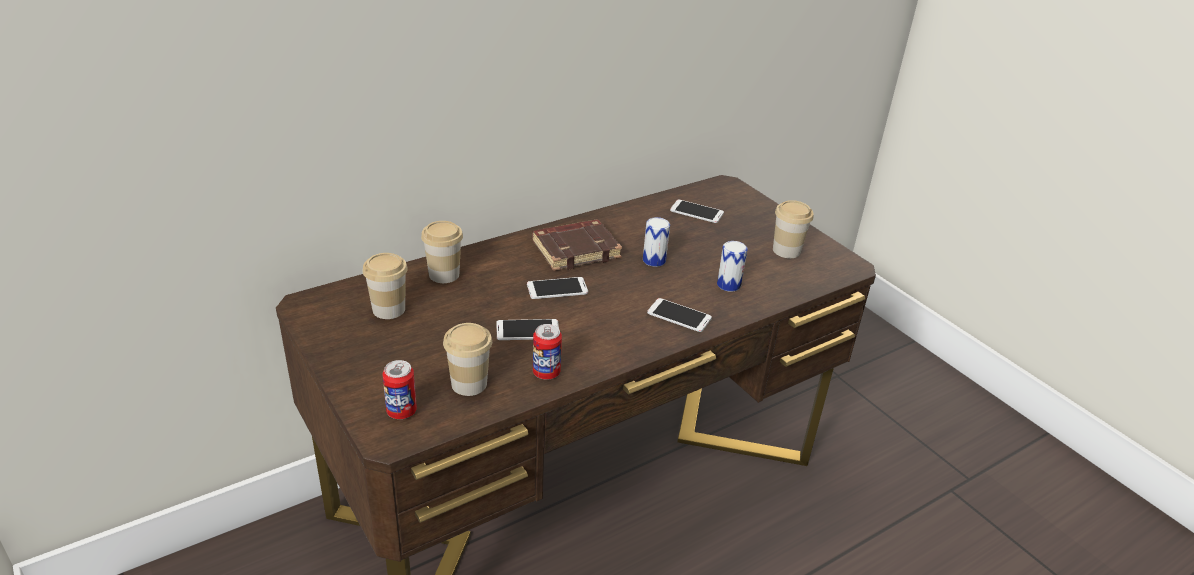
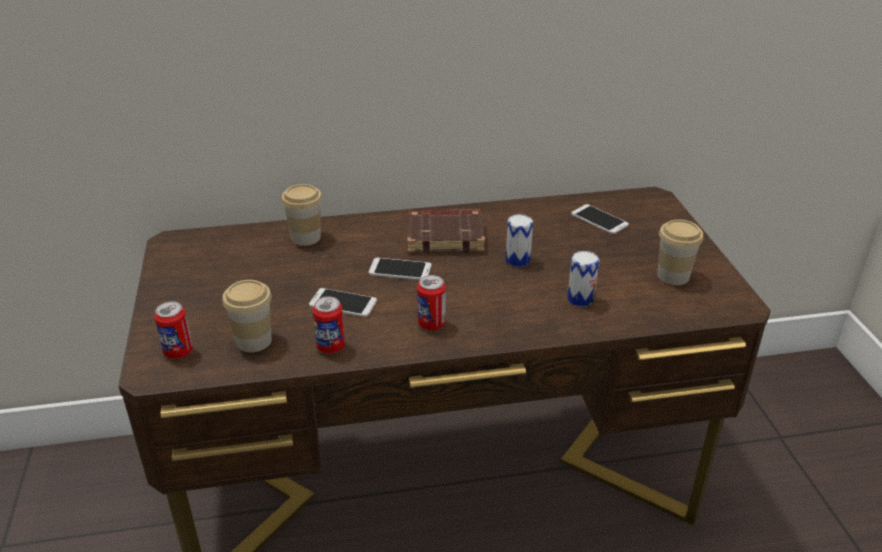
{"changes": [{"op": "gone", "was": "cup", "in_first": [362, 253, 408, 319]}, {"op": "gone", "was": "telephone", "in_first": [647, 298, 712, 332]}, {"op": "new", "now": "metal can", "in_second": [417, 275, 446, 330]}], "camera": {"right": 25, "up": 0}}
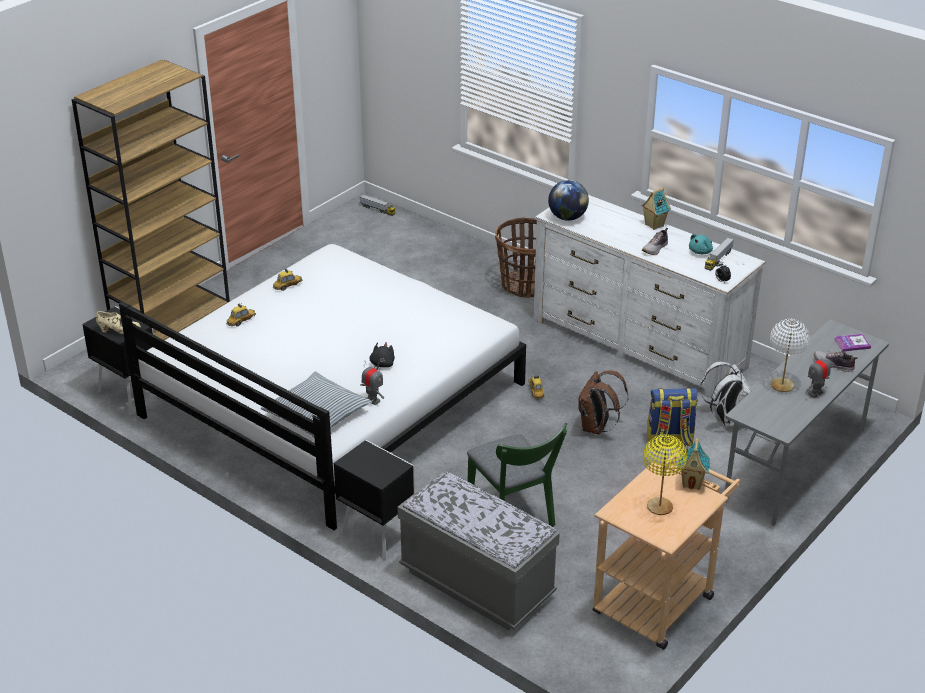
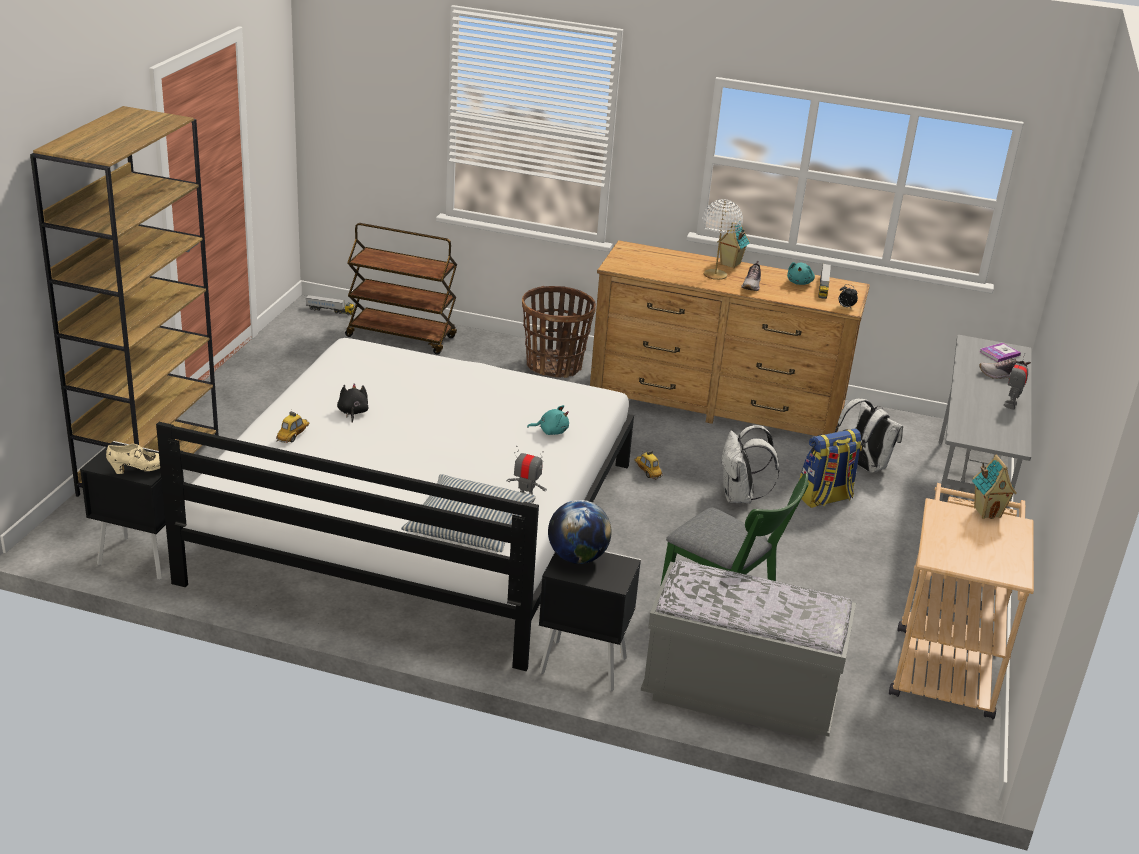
{"changes": [{"op": "shifted", "was": "desk globe", "in_first": [548, 180, 589, 221], "in_second": [548, 500, 611, 564]}, {"op": "repainted", "was": "white-coloured drawer chest", "now": "brown drawer chest", "in_first": [533, 195, 766, 399], "in_second": [590, 240, 870, 436]}, {"op": "gone", "was": "toy car", "in_first": [273, 269, 302, 291]}, {"op": "shifted", "was": "white-coloured table lamp", "in_first": [770, 319, 810, 392], "in_second": [703, 199, 743, 280]}, {"op": "shifted", "was": "blackish cuddly toy", "in_first": [369, 342, 395, 370], "in_second": [337, 383, 369, 423]}, {"op": "repainted", "was": "brown rucksack", "now": "white-coloured rucksack", "in_first": [578, 371, 628, 435], "in_second": [721, 425, 780, 503]}, {"op": "gone", "was": "yellowish table lamp", "in_first": [643, 434, 687, 515]}, {"op": "new", "now": "brown trolley", "in_second": [345, 223, 457, 354]}, {"op": "new", "now": "blue-green cuddly toy", "in_second": [527, 405, 569, 435]}], "camera": {"right": -25, "up": -5}}
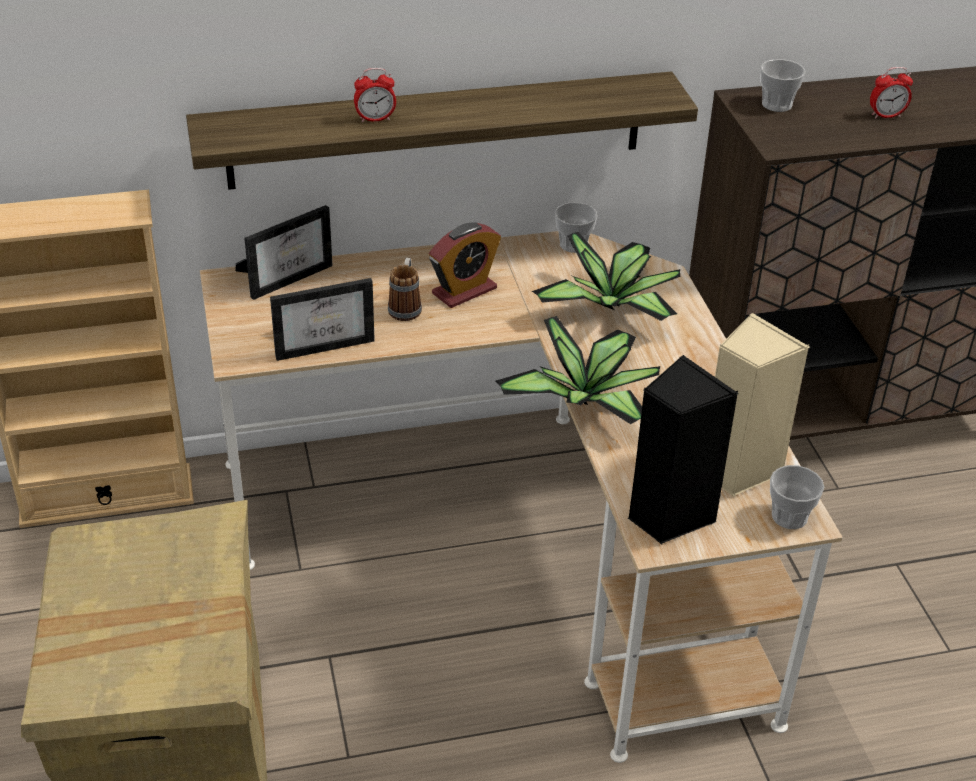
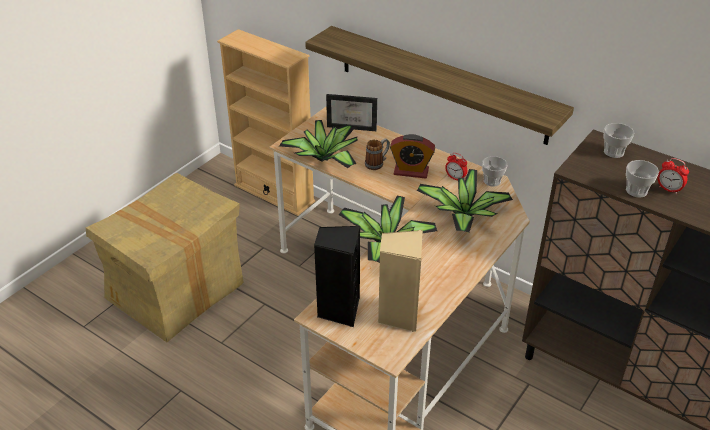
{"changes": [{"op": "shifted", "was": "alarm clock", "in_first": [354, 68, 396, 123], "in_second": [445, 153, 467, 180]}, {"op": "swapped", "was": "photo frame", "now": "houseplant", "in_first": [270, 278, 375, 361], "in_second": [279, 120, 358, 168]}, {"op": "shifted", "was": "cup", "in_first": [770, 465, 824, 529], "in_second": [626, 160, 659, 197]}], "camera": {"right": 50, "up": 0}}
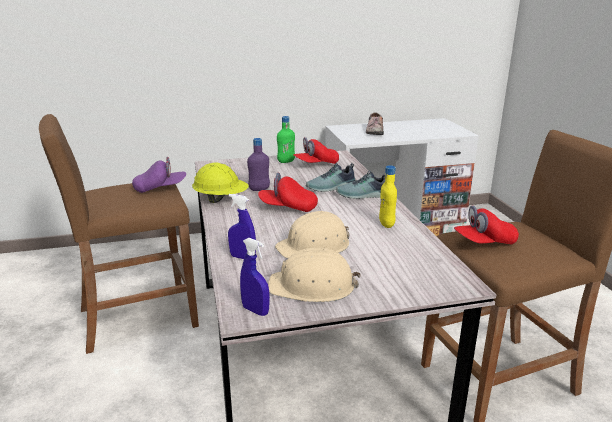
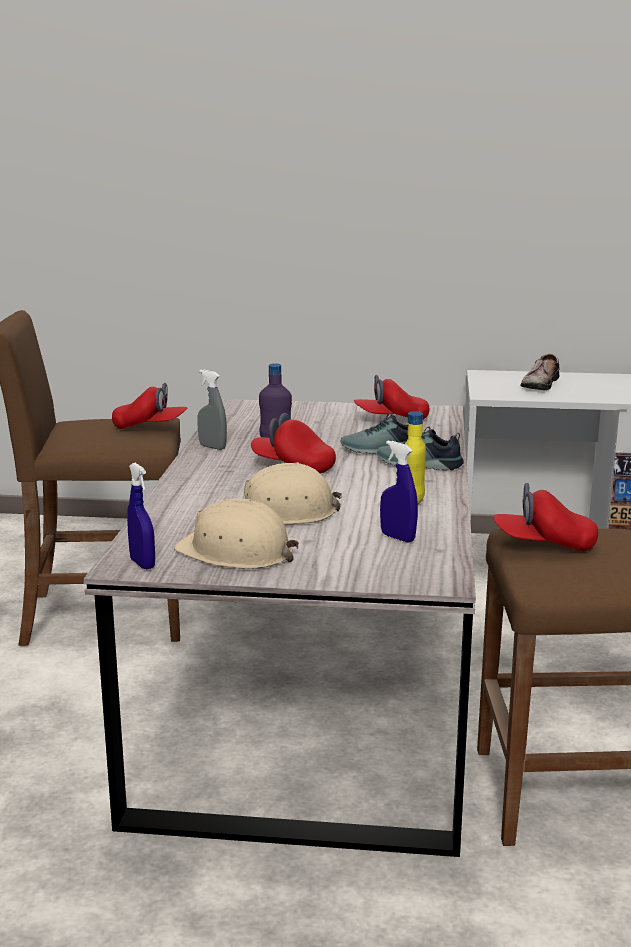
{"changes": [{"op": "gone", "was": "greenish drink bottle", "in_first": [277, 116, 295, 163]}, {"op": "repainted", "was": "purple peaked cap", "now": "red-coloured peaked cap", "in_first": [132, 157, 186, 193], "in_second": [112, 383, 187, 429]}, {"op": "swapped", "was": "yellowish safety helmet", "now": "gray sprayer", "in_first": [192, 162, 249, 203], "in_second": [198, 370, 227, 450]}, {"op": "shifted", "was": "blue-coloured sprayer", "in_first": [228, 194, 256, 259], "in_second": [380, 441, 418, 543]}], "camera": {"right": 20, "up": -5}}
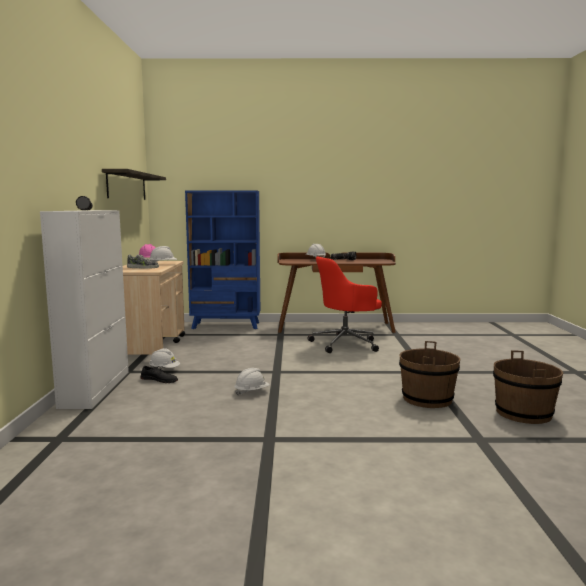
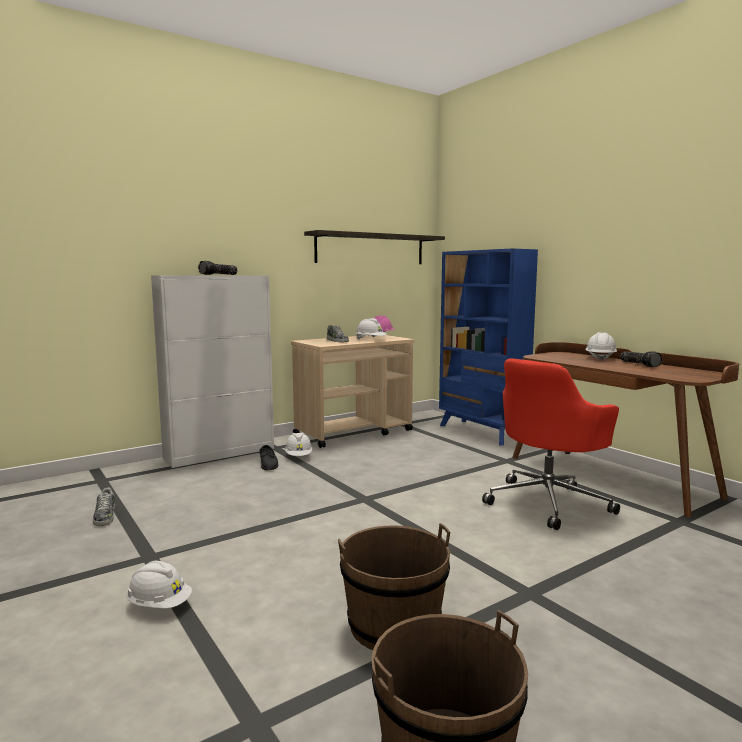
{"changes": [{"op": "rotated", "was": "red-coloured computer chair", "in_first": [308, 257, 382, 353], "in_second": [482, 358, 620, 530], "clockwise": -75}, {"op": "shifted", "was": "white-coloured safety helmet", "in_first": [234, 368, 270, 395], "in_second": [127, 561, 192, 609]}, {"op": "new", "now": "shoe", "in_second": [93, 488, 115, 526]}], "camera": {"right": 55, "up": 0}}
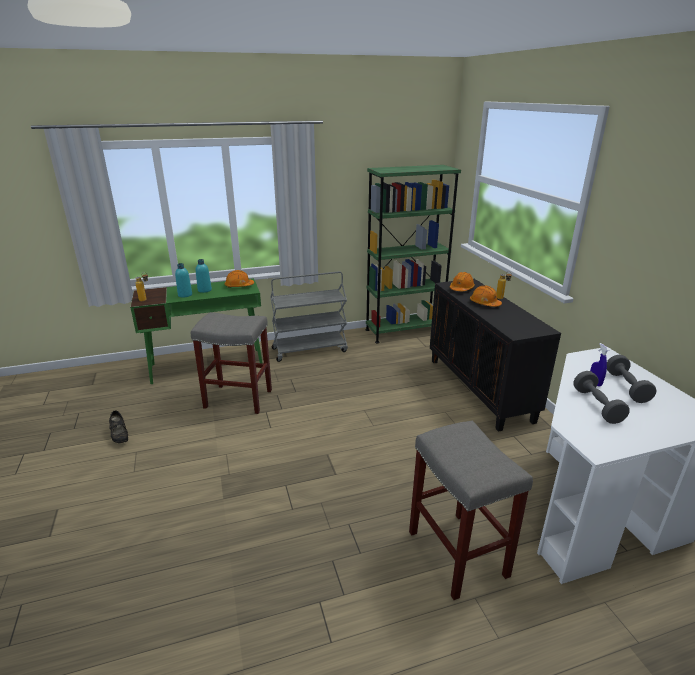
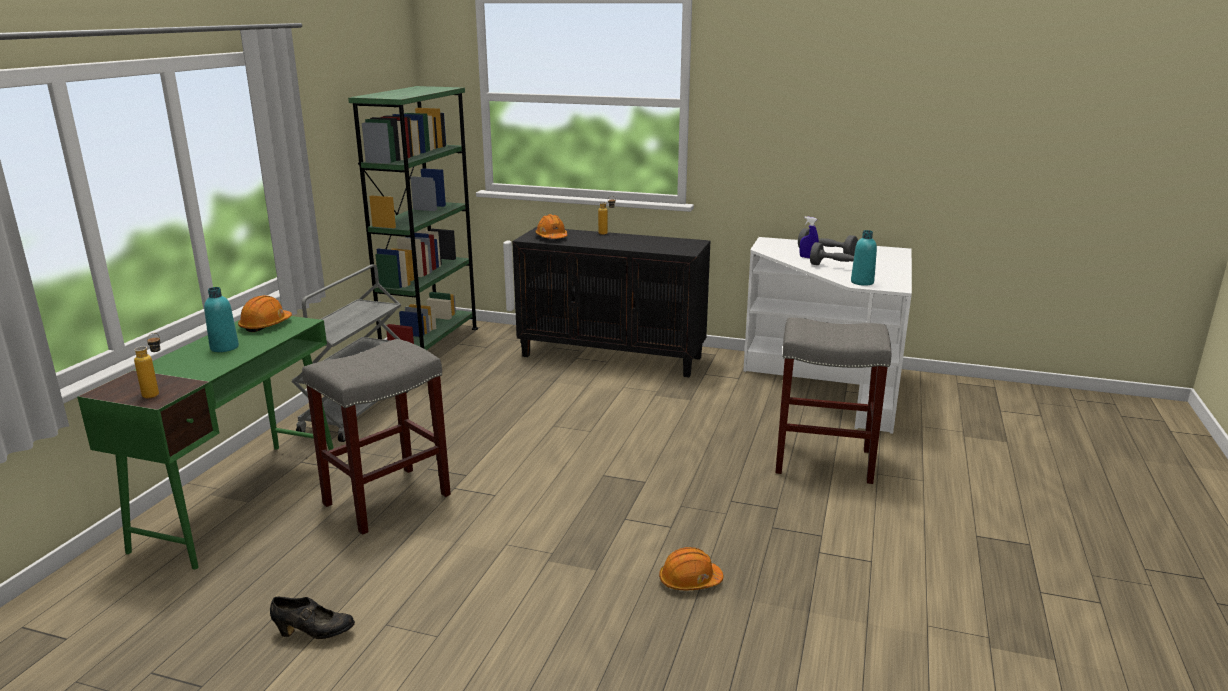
{"changes": [{"op": "shifted", "was": "blue-green drink bottle", "in_first": [175, 263, 192, 297], "in_second": [851, 230, 877, 286]}, {"op": "shifted", "was": "orange safety helmet", "in_first": [470, 286, 502, 307], "in_second": [659, 547, 724, 590]}], "camera": {"right": -55, "up": -5}}
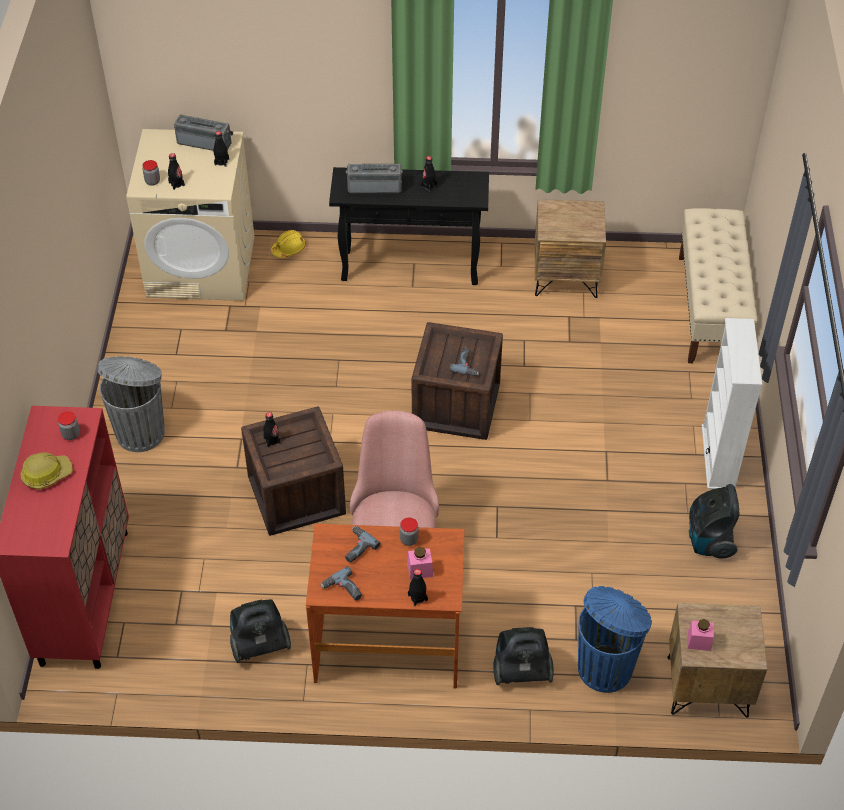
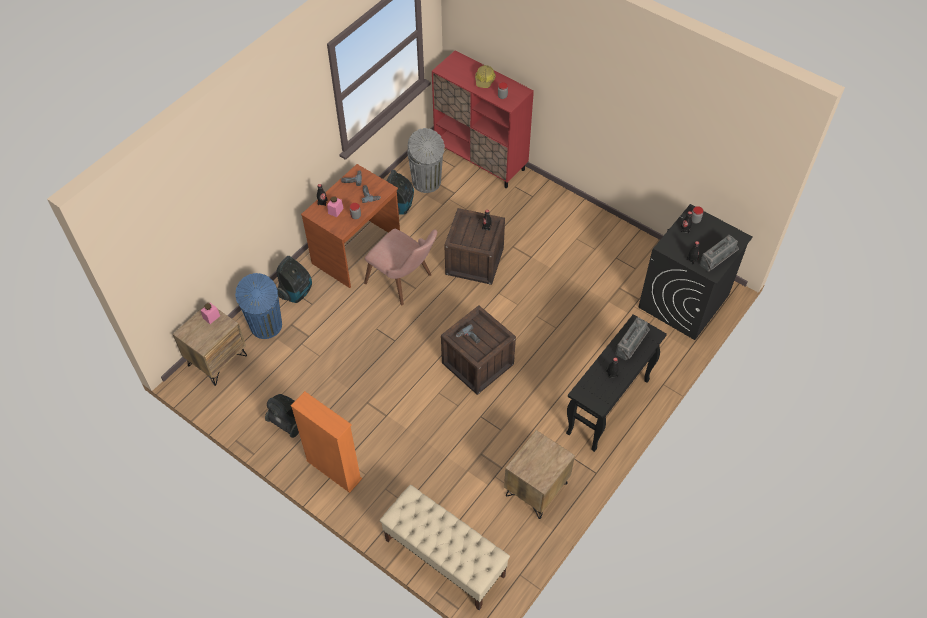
{"changes": [{"op": "repainted", "was": "beige-coloured laundry appliance", "now": "blackish laundry appliance", "in_first": [126, 129, 254, 301], "in_second": [638, 204, 753, 340]}, {"op": "gone", "was": "yellowish safety helmet", "in_first": [271, 230, 306, 258]}, {"op": "repainted", "was": "white-coloured bookcase", "now": "orange bookcase", "in_first": [702, 318, 762, 489], "in_second": [290, 391, 362, 493]}, {"op": "shifted", "was": "gray trash can", "in_first": [97, 356, 165, 452], "in_second": [408, 128, 445, 193]}], "camera": {"right": 125, "up": 5}}
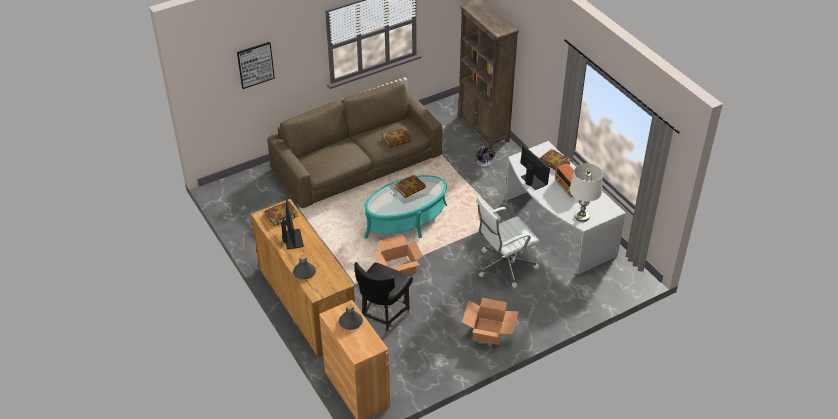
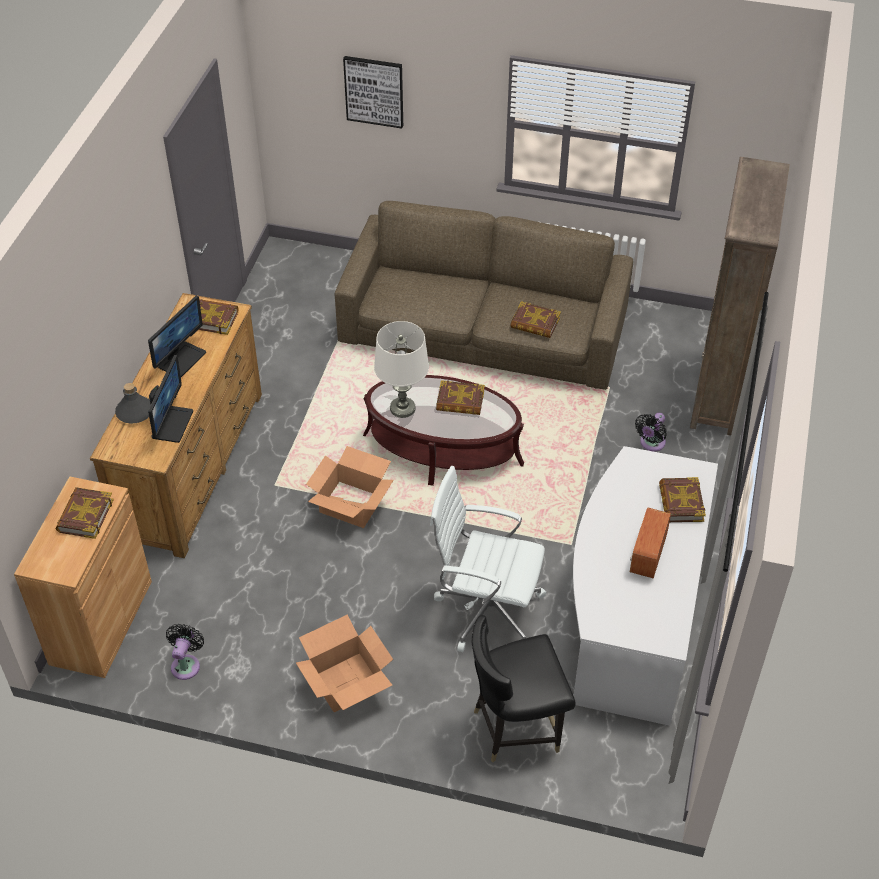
{"changes": [{"op": "shifted", "was": "monitor", "in_first": [521, 145, 550, 190], "in_second": [148, 355, 193, 443]}, {"op": "shifted", "was": "white-coloured table lamp", "in_first": [569, 163, 603, 222], "in_second": [374, 321, 429, 418]}, {"op": "repainted", "was": "blue-green lounge table", "now": "brown lounge table", "in_first": [365, 175, 447, 239], "in_second": [363, 375, 524, 486]}, {"op": "shifted", "was": "blackish upright chair", "in_first": [354, 262, 413, 336], "in_second": [472, 615, 576, 762]}, {"op": "swapped", "was": "gray drink bottle", "now": "bound book", "in_first": [339, 304, 363, 330], "in_second": [56, 487, 114, 539]}, {"op": "new", "now": "blackish electric fan", "in_second": [166, 624, 204, 680]}], "camera": {"right": 45, "up": 5}}
